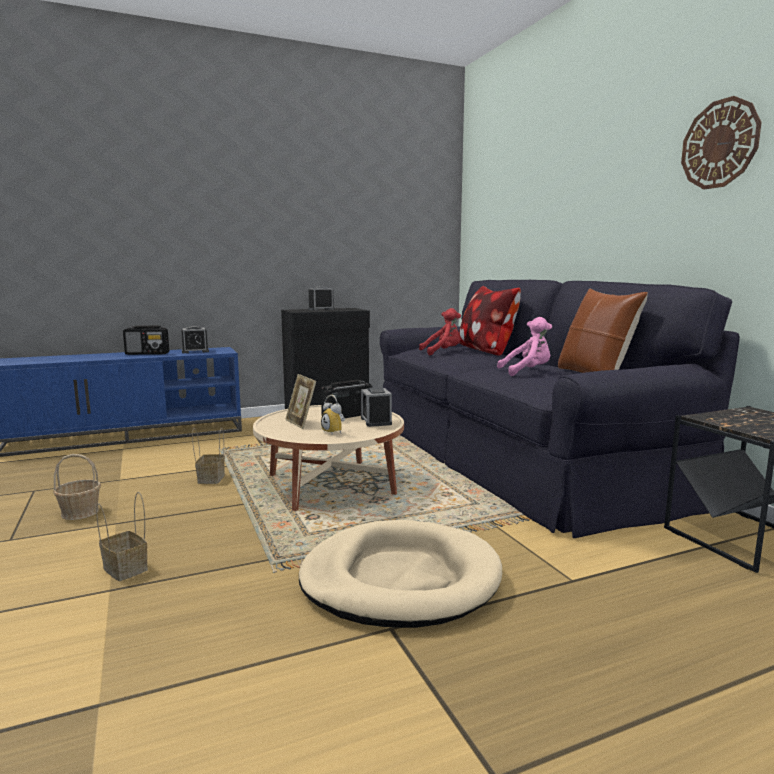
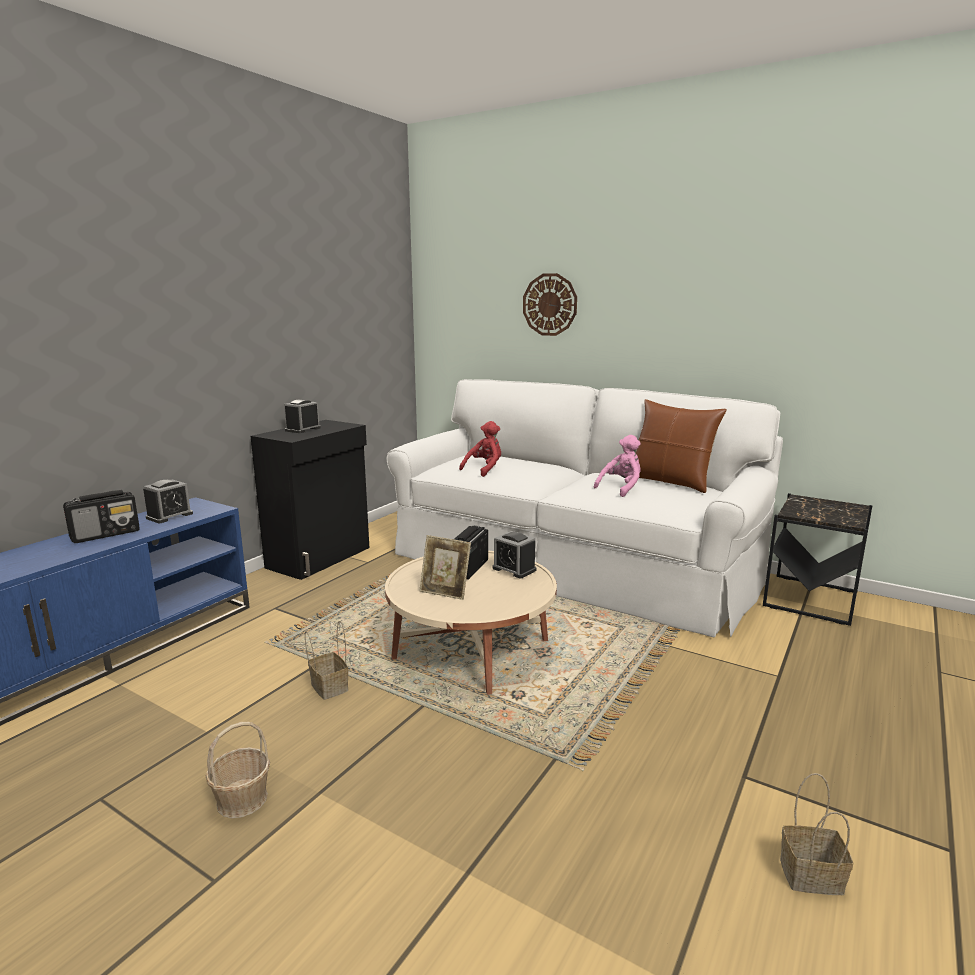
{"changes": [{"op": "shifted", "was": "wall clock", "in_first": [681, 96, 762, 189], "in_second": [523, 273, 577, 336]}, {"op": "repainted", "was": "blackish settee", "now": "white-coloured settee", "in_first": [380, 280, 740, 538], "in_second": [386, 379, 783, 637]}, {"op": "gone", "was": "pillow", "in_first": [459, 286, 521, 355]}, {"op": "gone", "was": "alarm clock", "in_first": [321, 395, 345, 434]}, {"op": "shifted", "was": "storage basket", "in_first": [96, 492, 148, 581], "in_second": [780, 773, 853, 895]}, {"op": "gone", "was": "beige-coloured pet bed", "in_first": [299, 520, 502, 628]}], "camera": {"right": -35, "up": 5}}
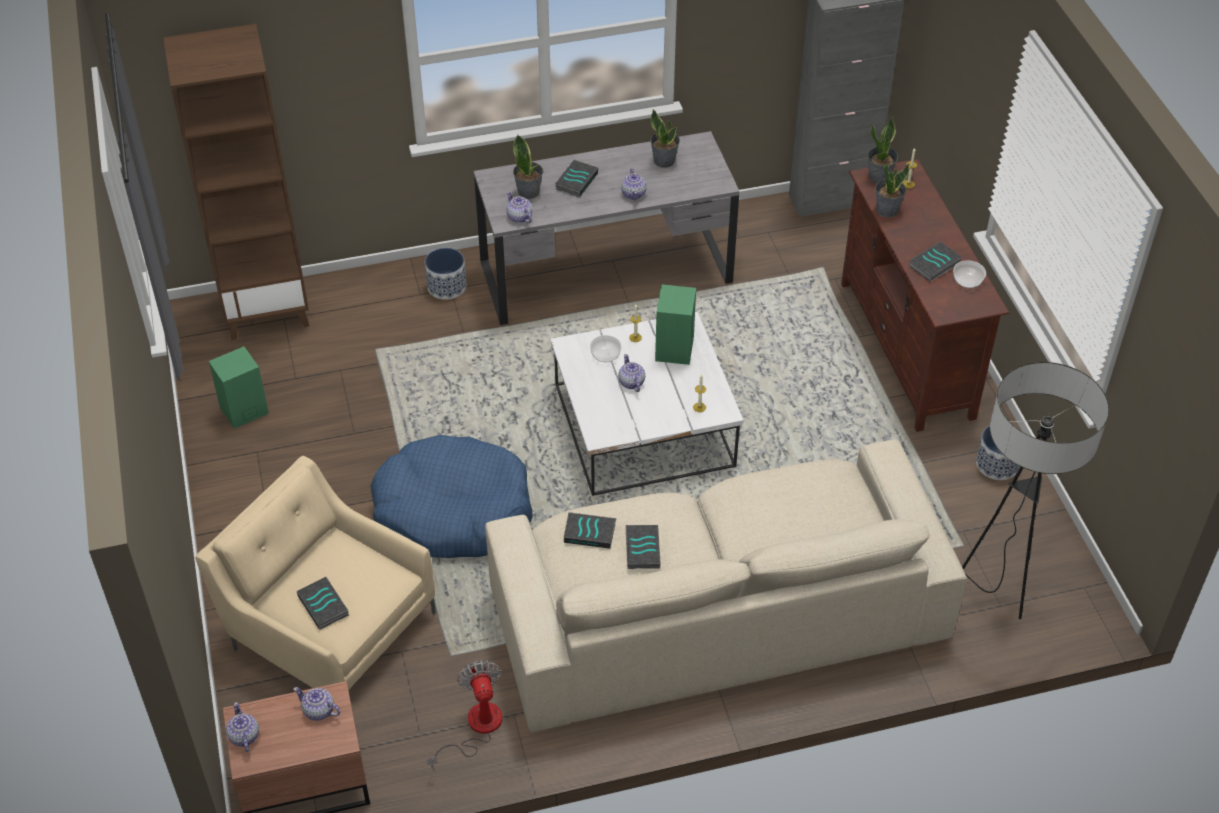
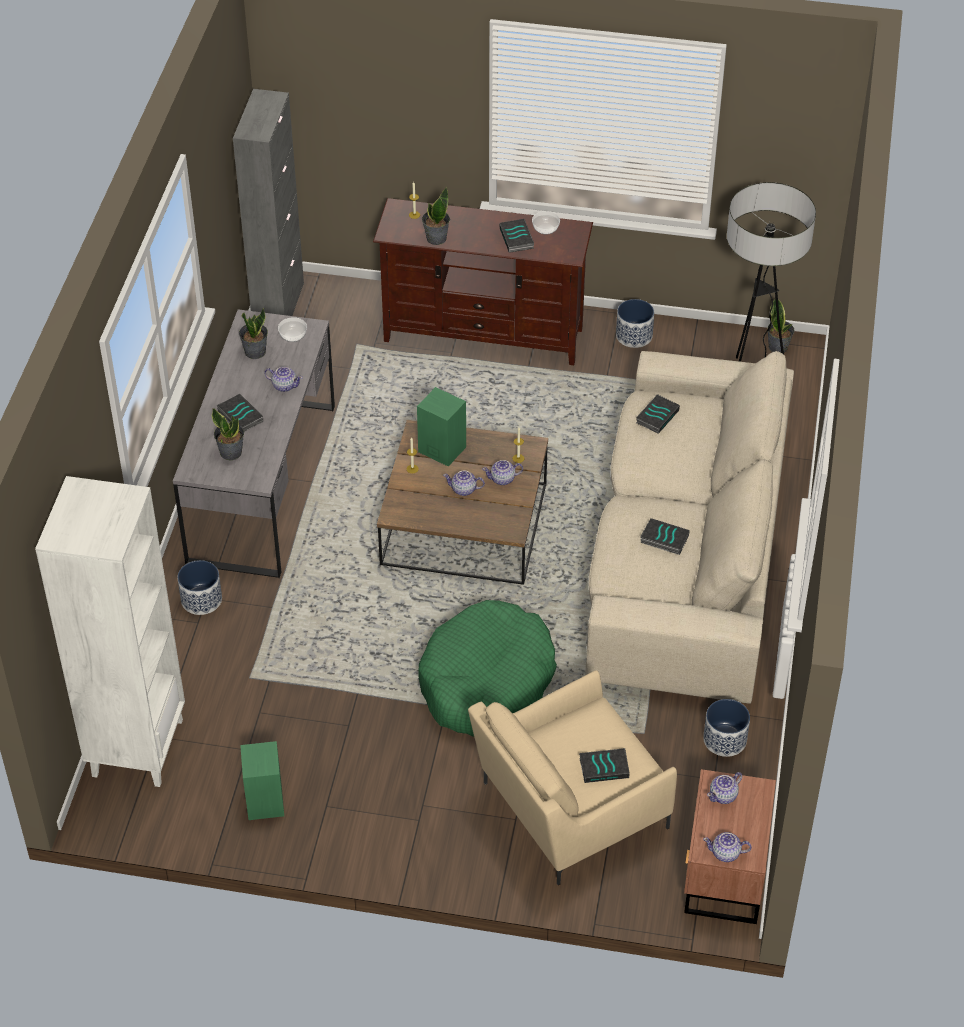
{"changes": [{"op": "repainted", "was": "brown bookcase", "now": "white-coloured bookcase", "in_first": [163, 24, 309, 340], "in_second": [35, 476, 185, 787]}, {"op": "shifted", "was": "houseplant", "in_first": [868, 117, 898, 183], "in_second": [767, 299, 795, 353]}, {"op": "shifted", "was": "tea pot", "in_first": [506, 191, 532, 223], "in_second": [482, 460, 523, 485]}, {"op": "repainted", "was": "white-coloured lounge table", "now": "brown lounge table", "in_first": [550, 311, 744, 496], "in_second": [377, 420, 548, 585]}, {"op": "shifted", "was": "deep dish", "in_first": [590, 335, 622, 362], "in_second": [278, 317, 307, 342]}, {"op": "repainted", "was": "blue-coloured pet bed", "now": "greenish pet bed", "in_first": [370, 435, 532, 558], "in_second": [418, 600, 557, 737]}, {"op": "shifted", "was": "bound book", "in_first": [564, 512, 617, 549], "in_second": [636, 394, 680, 434]}, {"op": "swapped", "was": "electric fan", "now": "planter", "in_first": [427, 660, 503, 767], "in_second": [703, 699, 750, 757]}], "camera": {"right": -65, "up": 0}}
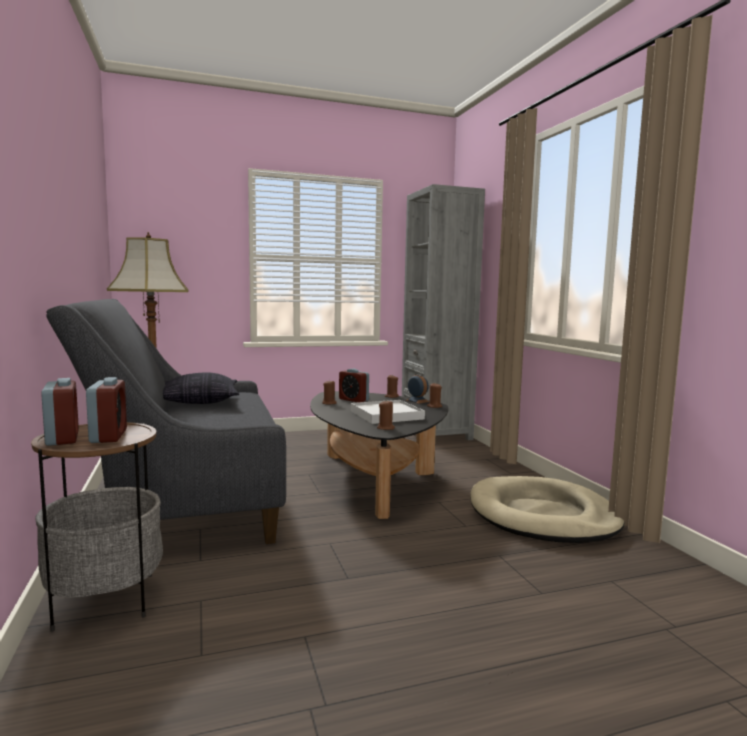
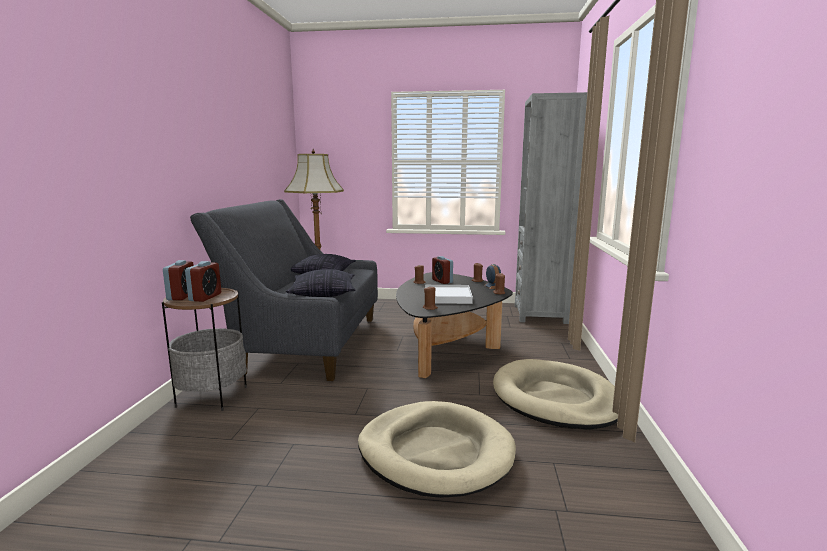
{"changes": [{"op": "new", "now": "pillow", "in_second": [286, 269, 355, 297]}, {"op": "new", "now": "beige-coloured pet bed", "in_second": [358, 401, 516, 498]}], "camera": {"right": 25, "up": 5}}
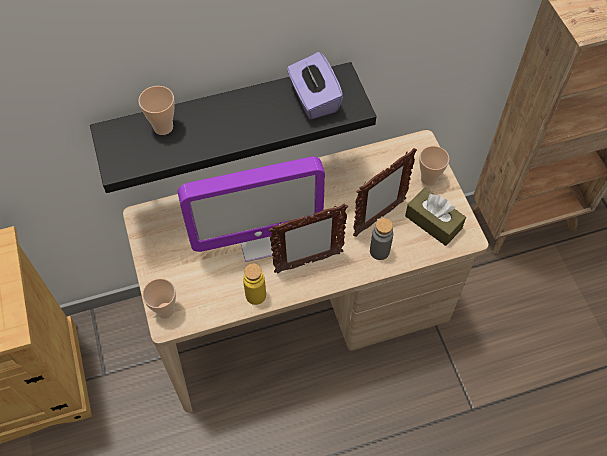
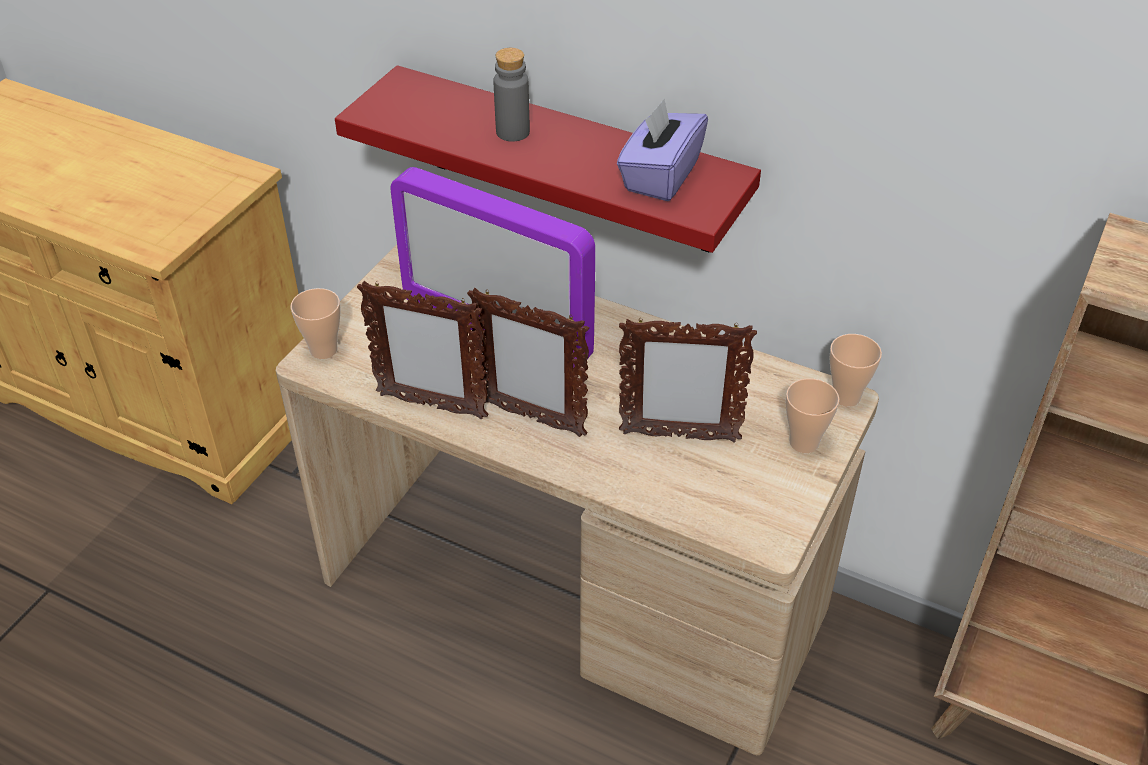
{"changes": [{"op": "repainted", "was": "blackish shelf", "now": "red-coloured shelf", "in_first": [90, 62, 376, 193], "in_second": [335, 65, 761, 253]}, {"op": "shifted", "was": "cup", "in_first": [138, 86, 175, 135], "in_second": [829, 334, 882, 407]}, {"op": "gone", "was": "brown tissue holder", "in_first": [405, 188, 466, 246]}, {"op": "shifted", "was": "gray drink bottle", "in_first": [370, 218, 393, 260], "in_second": [494, 48, 530, 142]}, {"op": "swapped", "was": "yellowish drink bottle", "now": "photo frame", "in_first": [243, 263, 266, 305], "in_second": [357, 281, 488, 419]}], "camera": {"right": 45, "up": -15}}
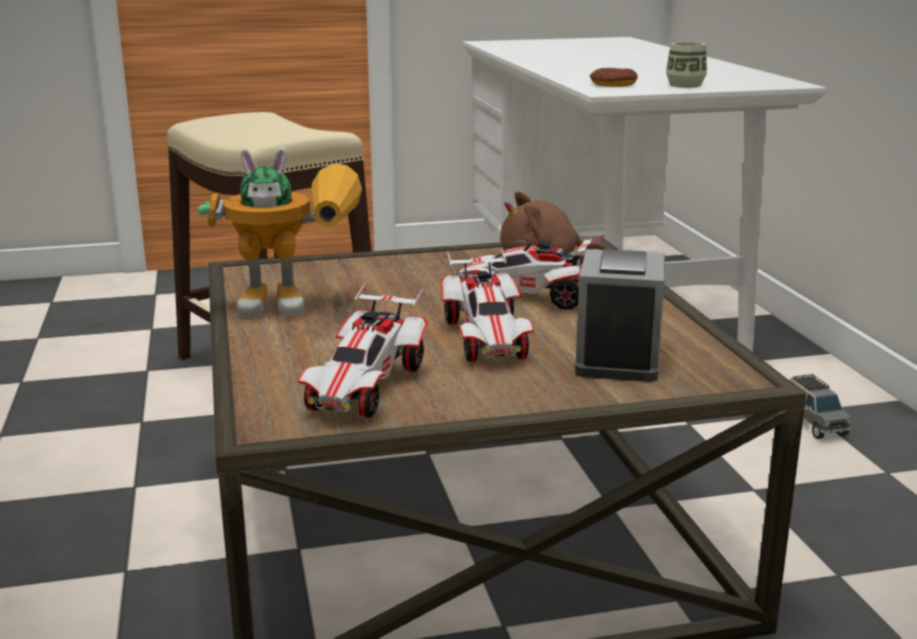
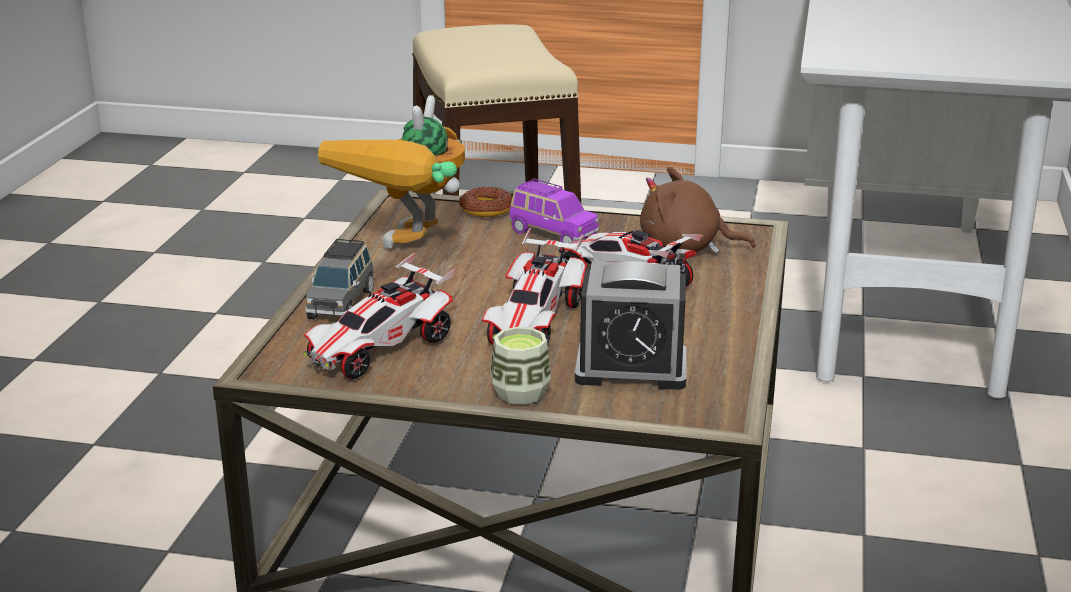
{"changes": [{"op": "shifted", "was": "cup", "in_first": [666, 42, 707, 88], "in_second": [490, 327, 551, 405]}, {"op": "shifted", "was": "ring doughnut", "in_first": [590, 68, 638, 87], "in_second": [459, 187, 513, 217]}, {"op": "rotated", "was": "toy robot", "in_first": [198, 147, 362, 318], "in_second": [318, 95, 465, 249], "clockwise": 90}, {"op": "rotated", "was": "alarm clock", "in_first": [575, 249, 665, 382], "in_second": [575, 261, 687, 390], "clockwise": -120}, {"op": "shifted", "was": "gray toy car", "in_first": [790, 374, 851, 439], "in_second": [305, 239, 374, 319]}, {"op": "new", "now": "purple toy car", "in_second": [510, 178, 599, 243]}], "camera": {"right": 25, "up": 5}}
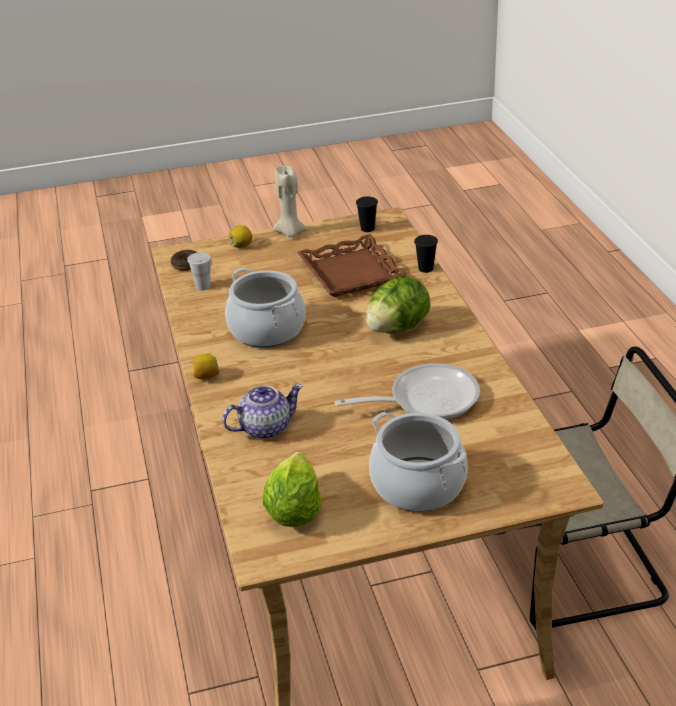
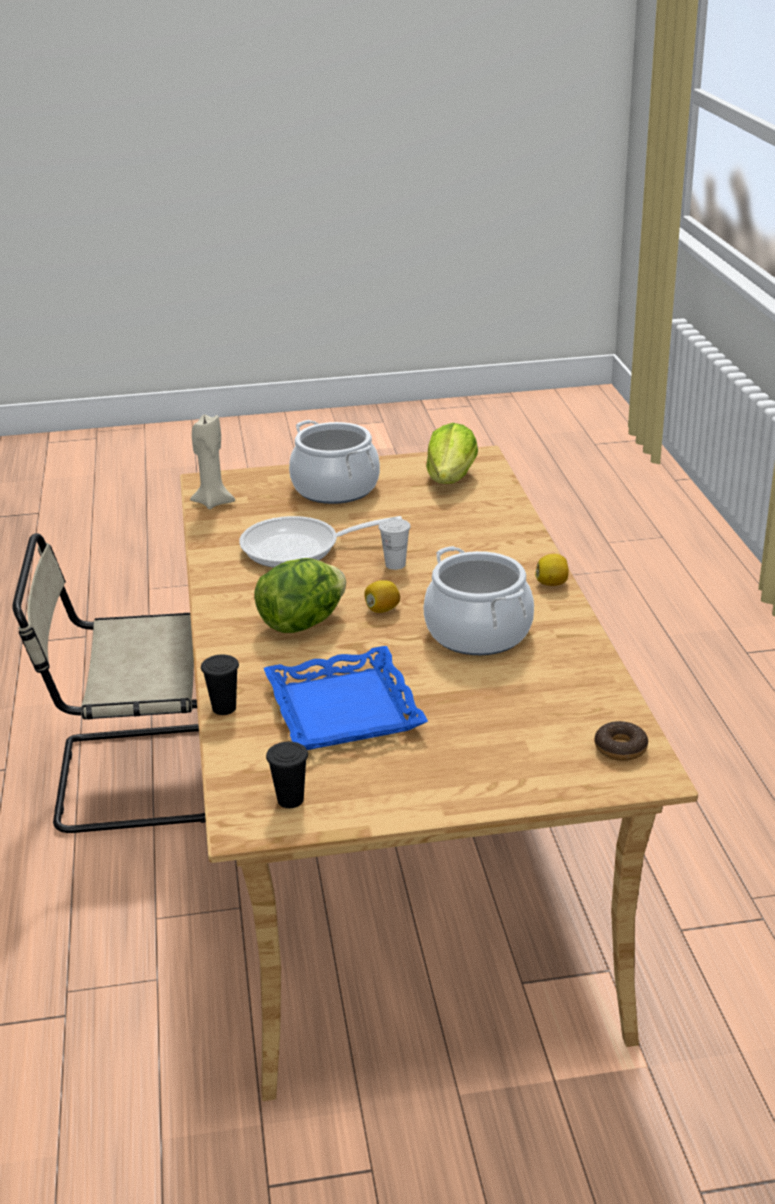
{"changes": [{"op": "shifted", "was": "beige-coloured candle", "in_first": [273, 166, 307, 237], "in_second": [190, 415, 235, 509]}, {"op": "shifted", "was": "lemon", "in_first": [229, 225, 252, 248], "in_second": [364, 580, 400, 613]}, {"op": "repainted", "was": "brown serving tray", "now": "blue-coloured serving tray", "in_first": [297, 234, 407, 297], "in_second": [264, 646, 428, 750]}, {"op": "shifted", "was": "white-coloured cup", "in_first": [187, 252, 211, 290], "in_second": [378, 518, 411, 570]}, {"op": "gone", "was": "tea pot", "in_first": [222, 384, 303, 439]}], "camera": {"right": -175, "up": -5}}
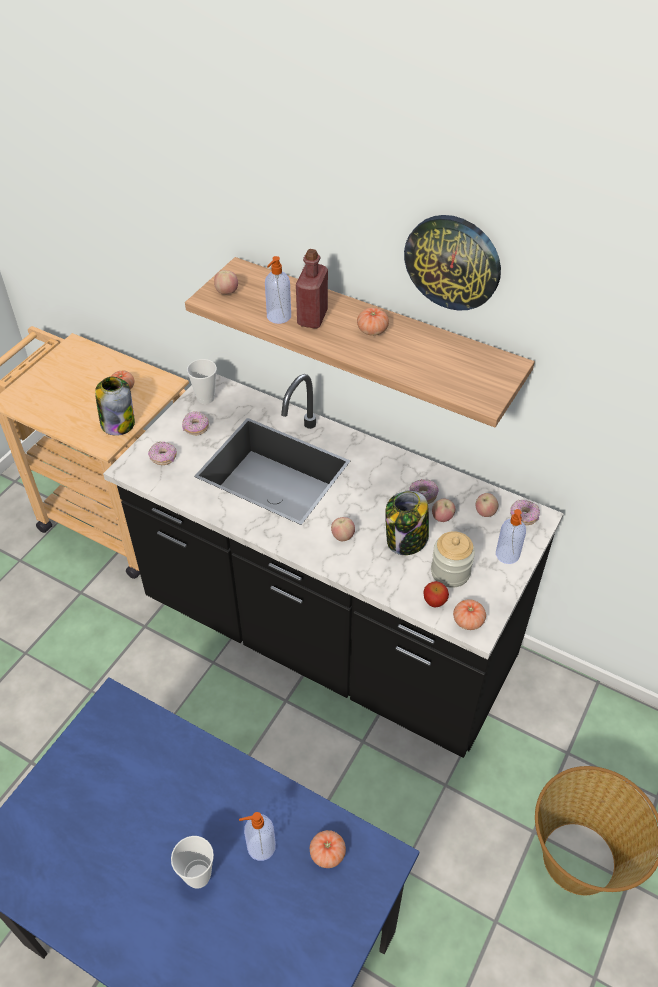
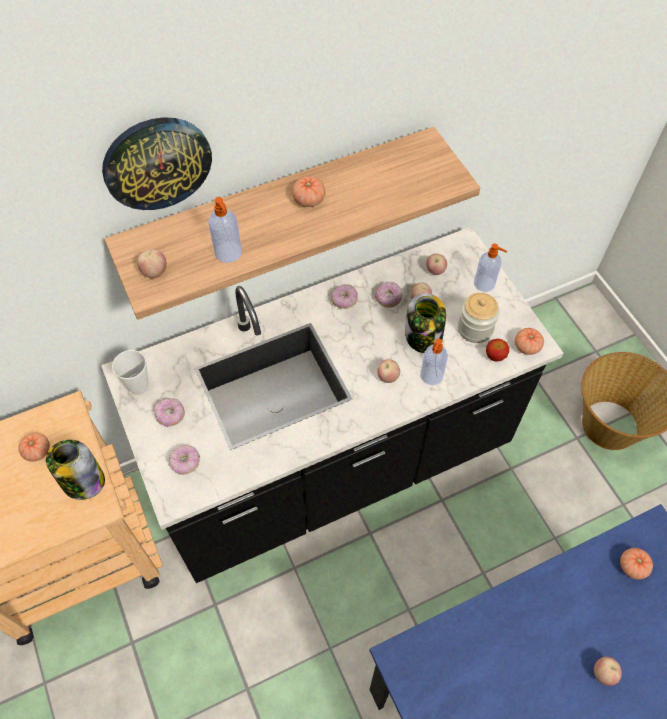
{"changes": [{"op": "shifted", "was": "wall clock", "in_first": [404, 215, 501, 311], "in_second": [102, 117, 212, 210]}, {"op": "gone", "was": "red-coloured drink bottle", "in_first": [296, 249, 328, 329]}, {"op": "shifted", "was": "ring doughnut", "in_first": [510, 500, 540, 525], "in_second": [331, 284, 358, 309]}, {"op": "shifted", "was": "soap dispenser", "in_first": [239, 812, 276, 861], "in_second": [420, 338, 448, 385]}, {"op": "swapped", "was": "cup", "now": "apple", "in_first": [171, 836, 214, 889], "in_second": [594, 657, 622, 686]}], "camera": {"right": -55, "up": 10}}
